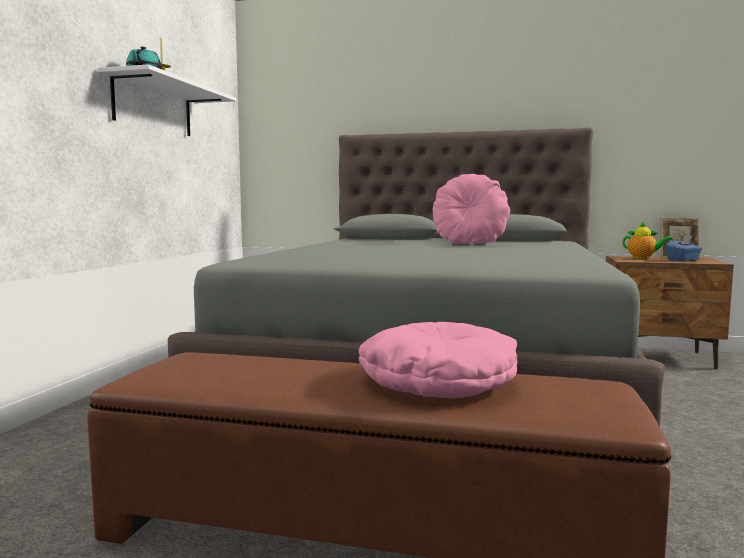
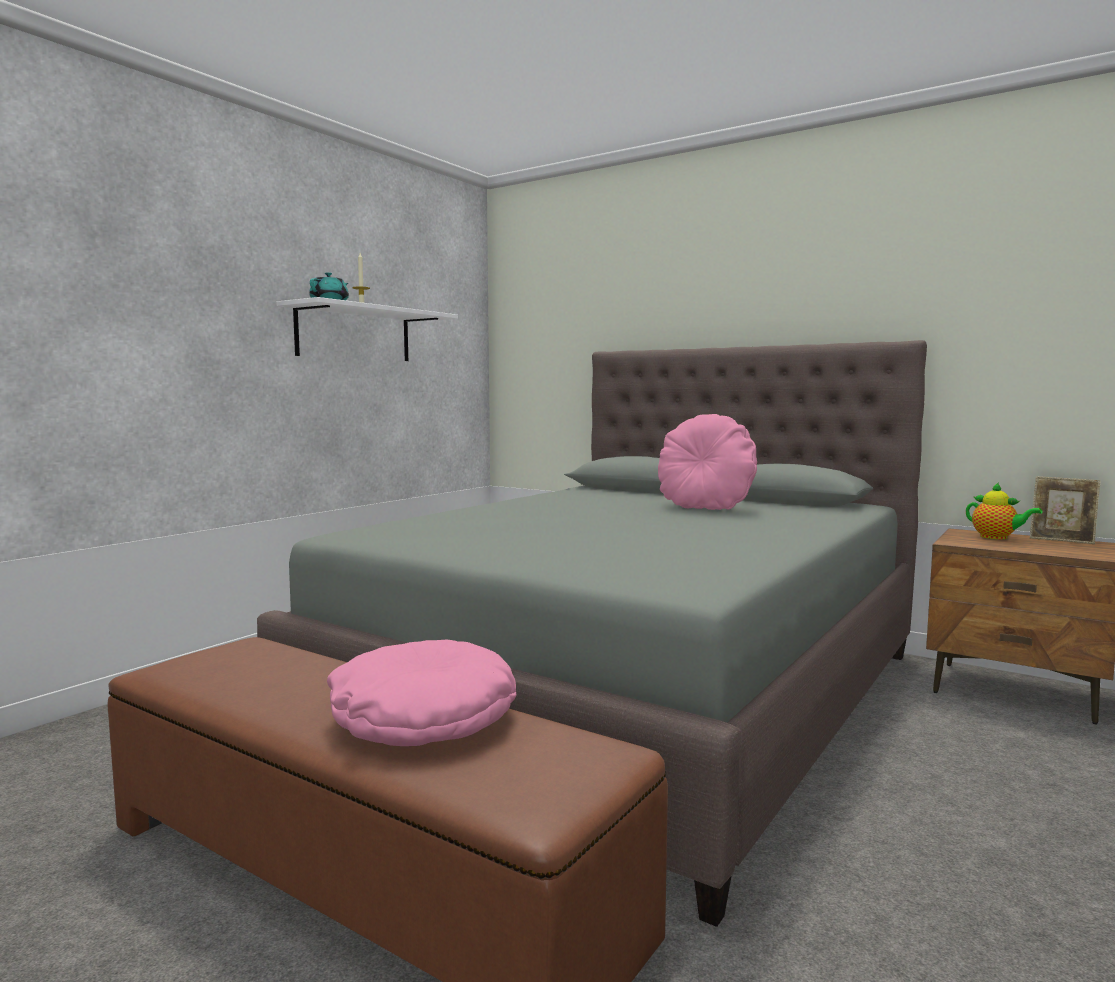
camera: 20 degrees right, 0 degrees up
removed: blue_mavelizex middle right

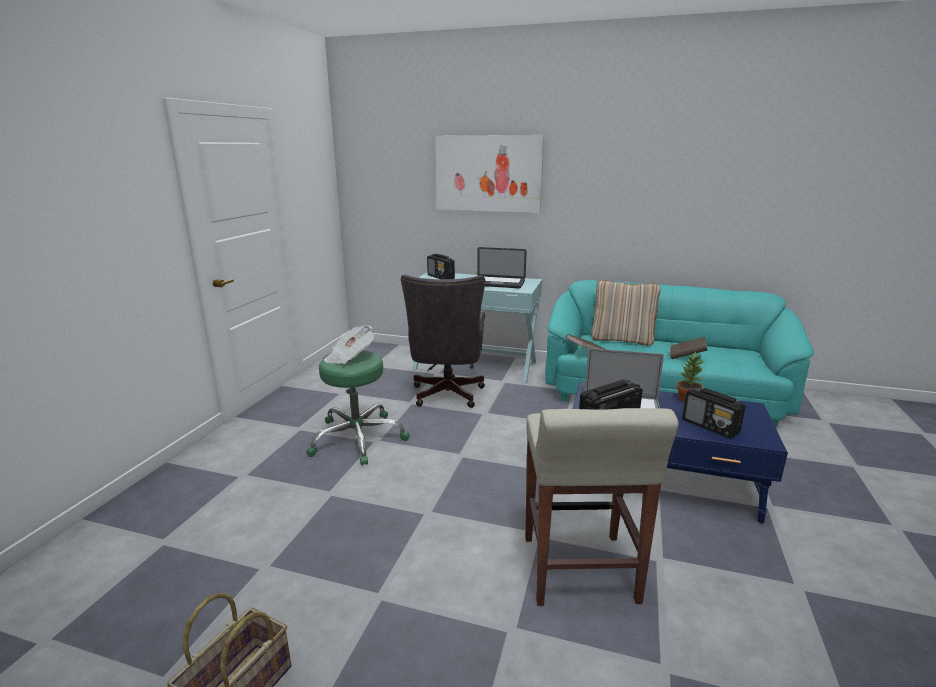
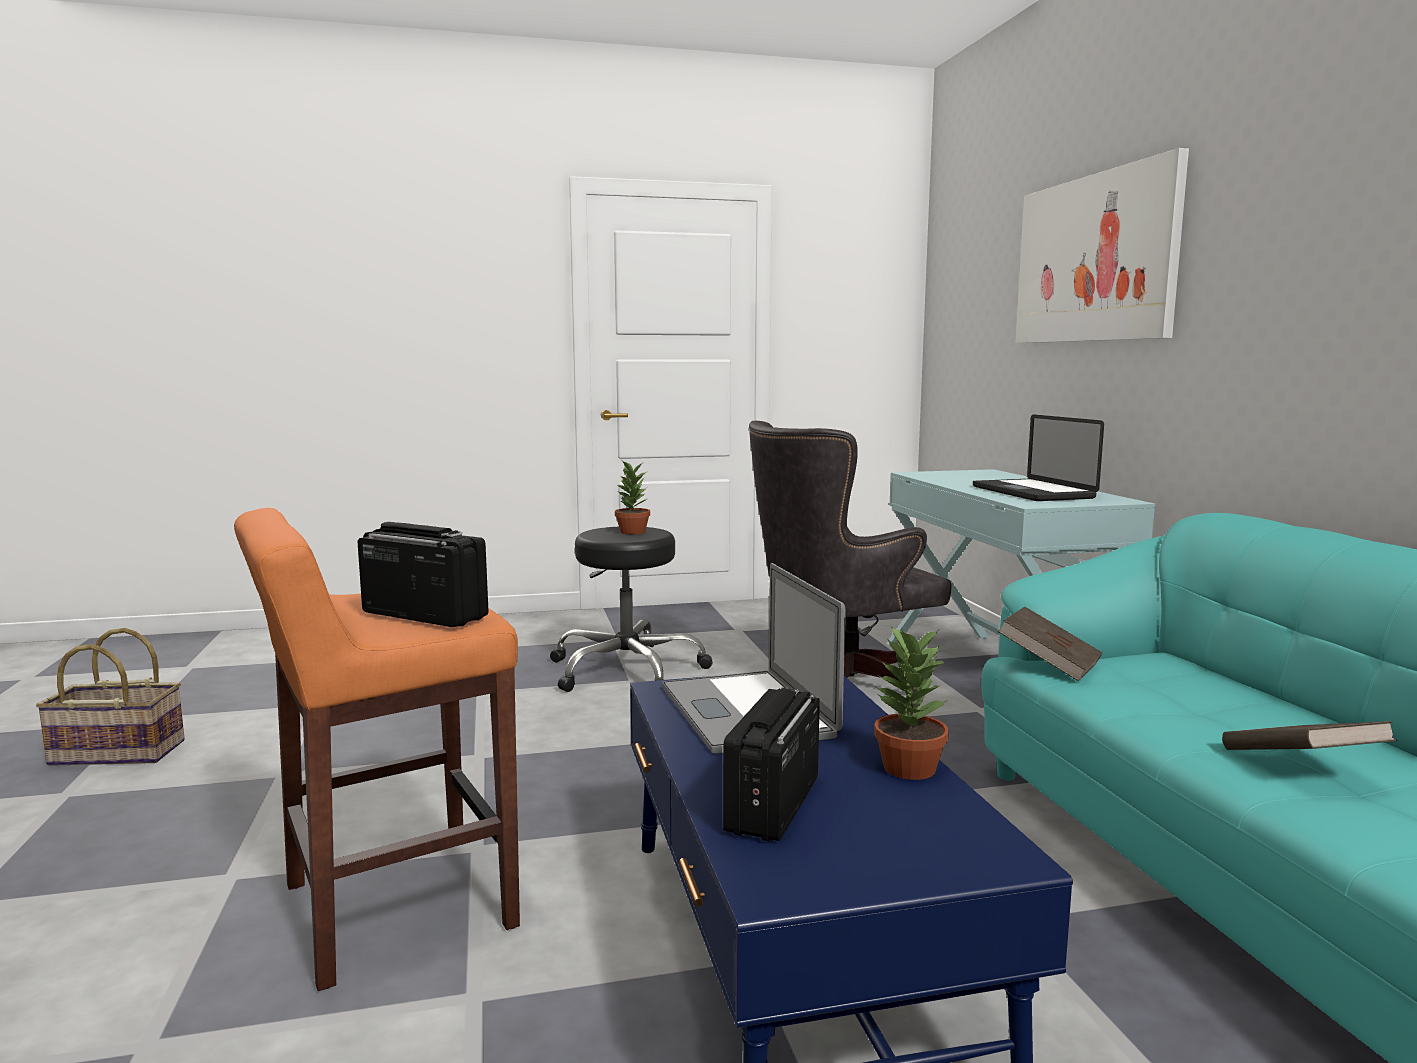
camera: 60 degrees right, 10 degrees down
removed: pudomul (1st from left) centre; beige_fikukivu middle right
replaced: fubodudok centre to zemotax (1st from left) centre
recoloured: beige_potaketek bottom centre to orange_potaketek bottom left; green_potaketek centre to black_potaketek centre

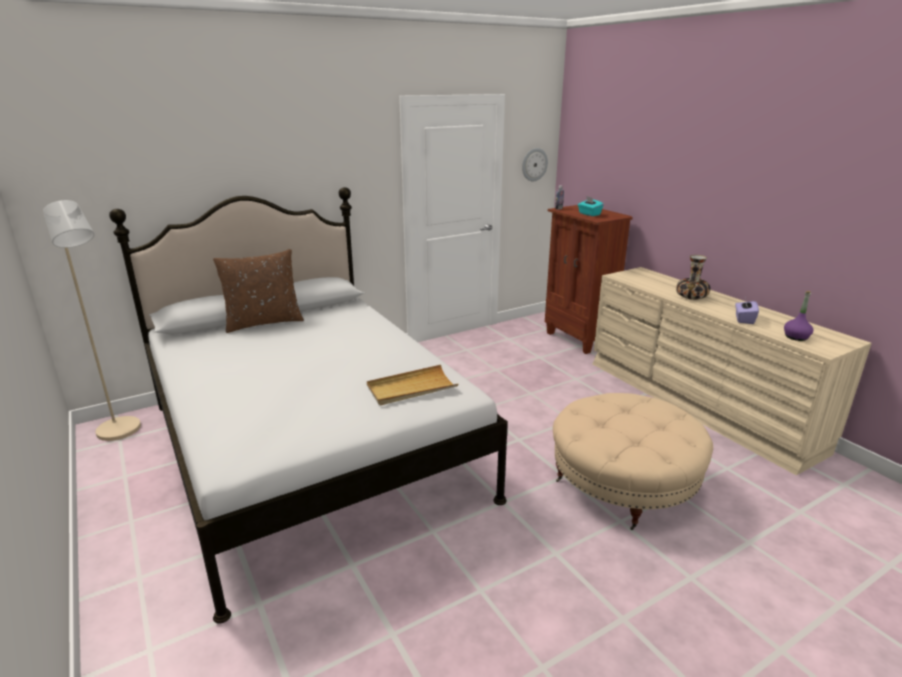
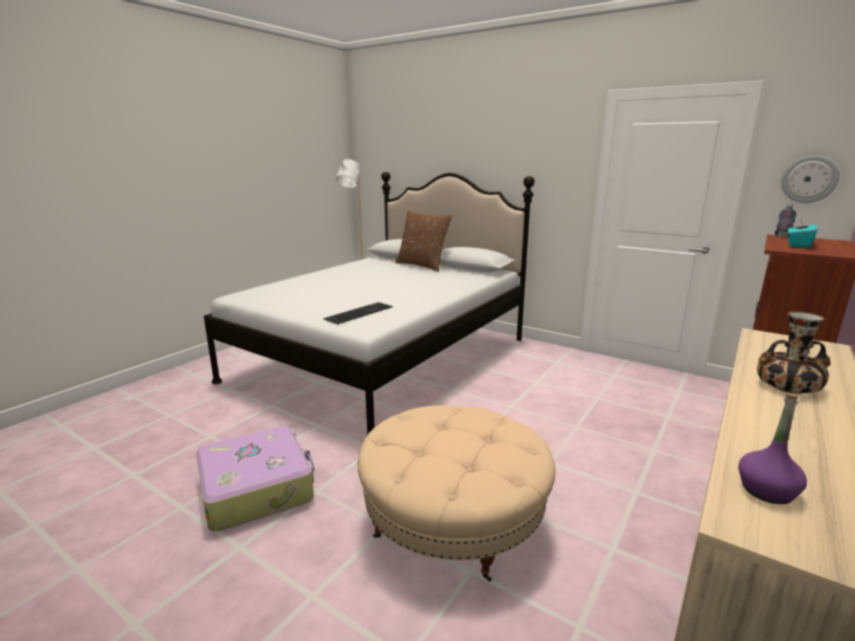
camera: 65 degrees right, 5 degrees down
removed: purple_mavelizex middle right
added: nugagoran bottom left
replaced: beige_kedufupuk centre to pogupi centre

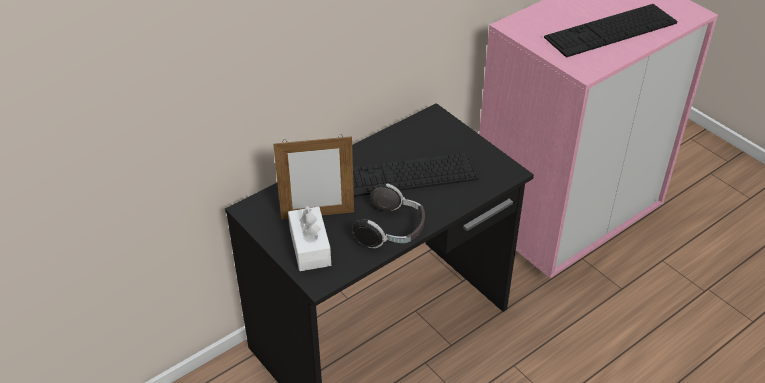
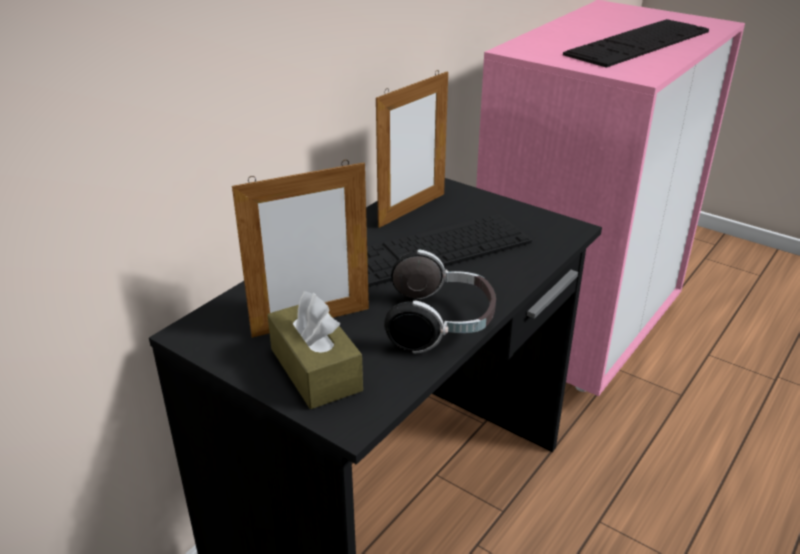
camera: 15 degrees left, 10 degrees down
added: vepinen (2nd from left) top centre
recoloured: white_mavelizex centre to brown_mavelizex centre

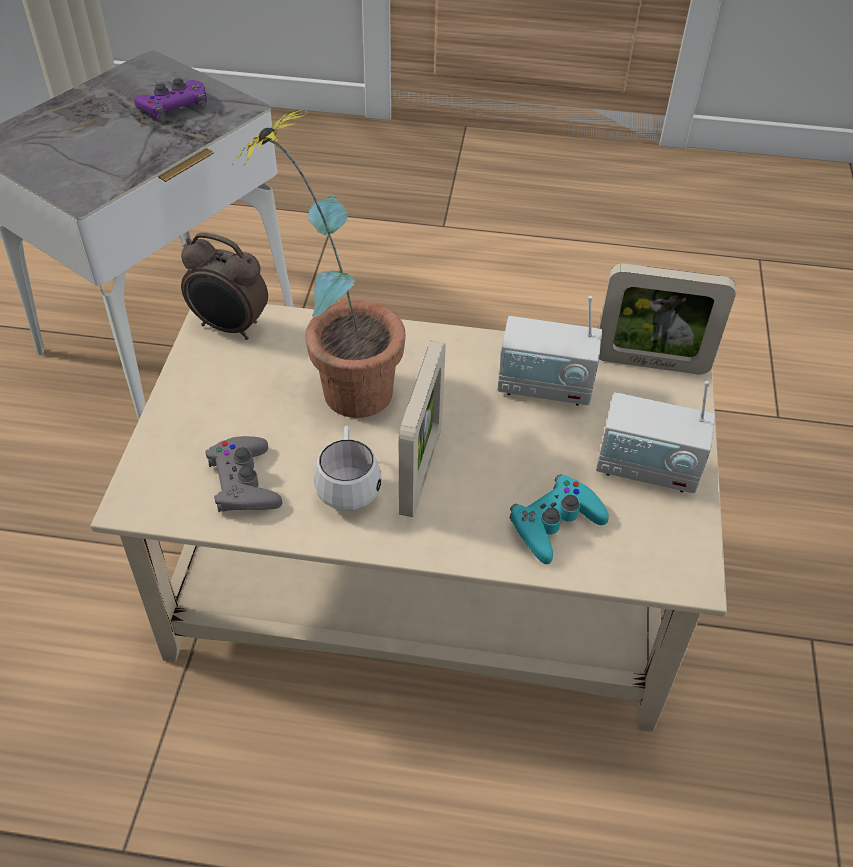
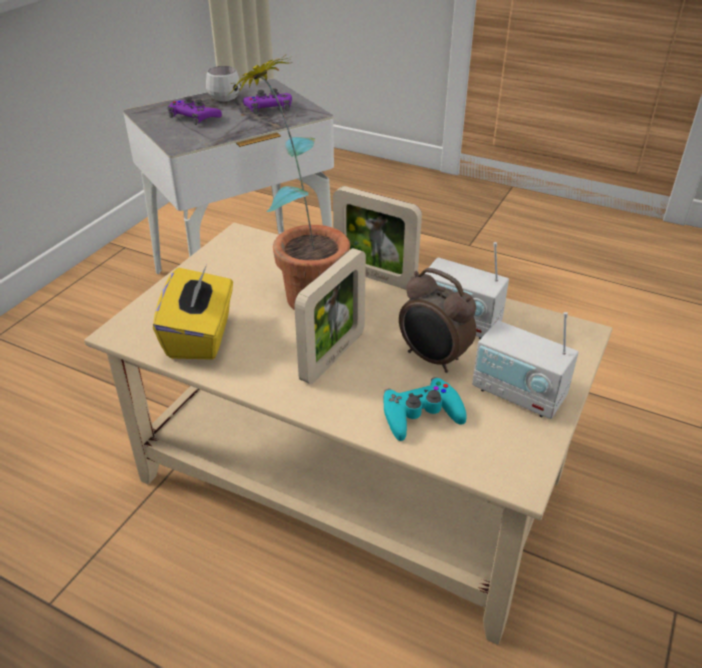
camera: 20 degrees right, 10 degrees down
added: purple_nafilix (1st from left) top left
moved: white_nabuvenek centre to top left; vepinen (2nd from left) middle right to centre; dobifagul top left to centre
replaced: grey_nafilix middle left to yellow_mavelizex middle left

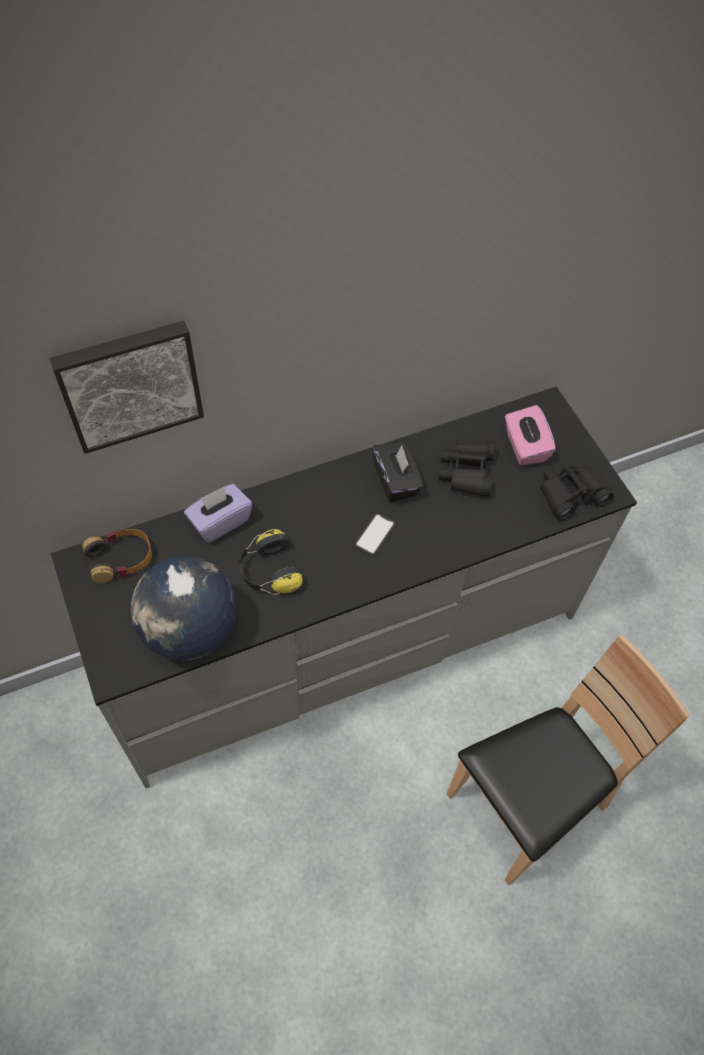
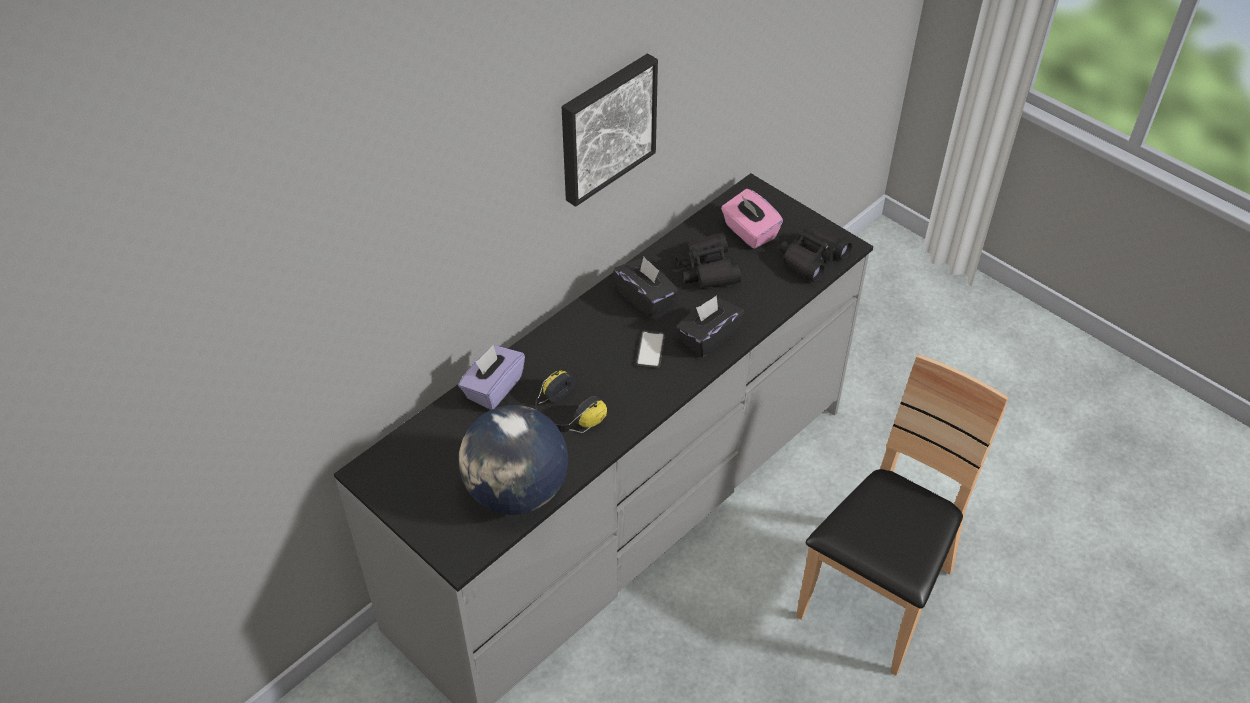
camera: 20 degrees left, 10 degrees down
removed: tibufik (1st from left) middle left
added: black_mavelizex (2nd from left) centre
moved: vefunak middle left to top centre

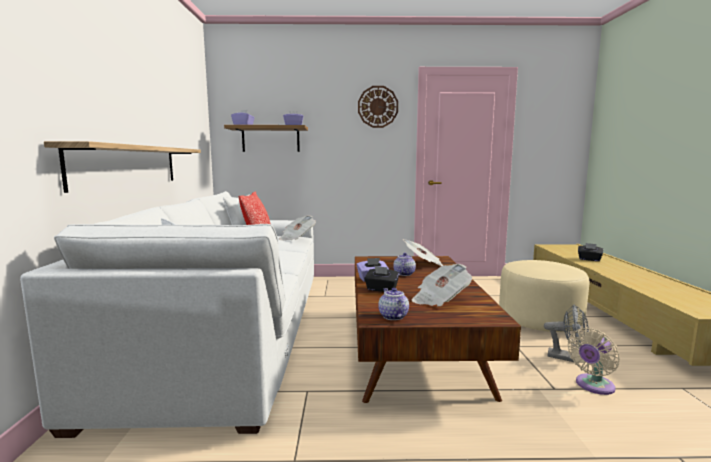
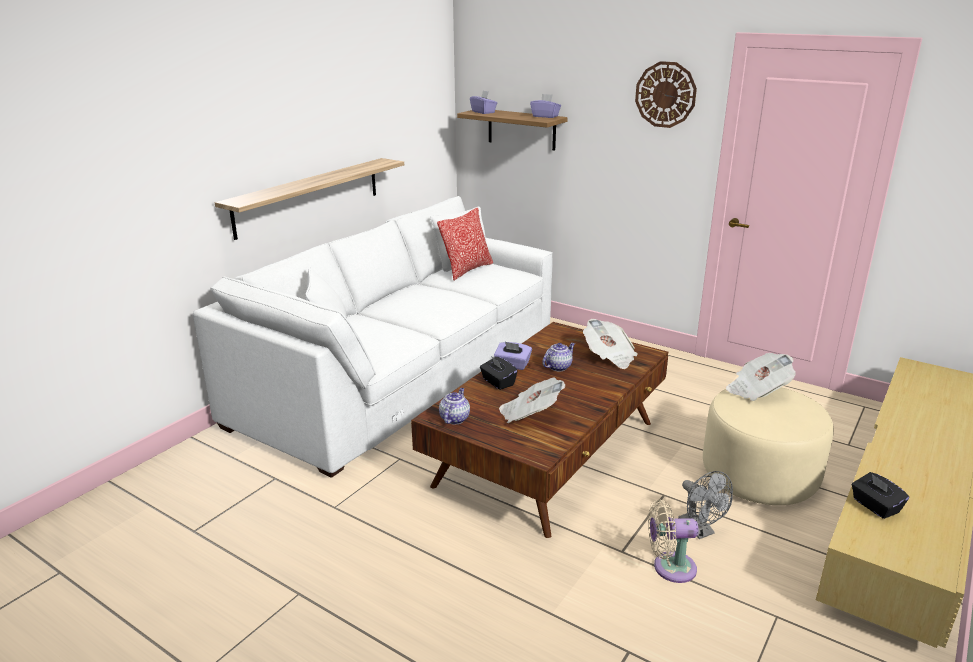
camera: 35 degrees right, 15 degrees up
moved: fubodudok (1st from left in the first image) centre to fubodudok (3rd from left) middle right; black_mavelizex (2nd from left) middle right to bottom right

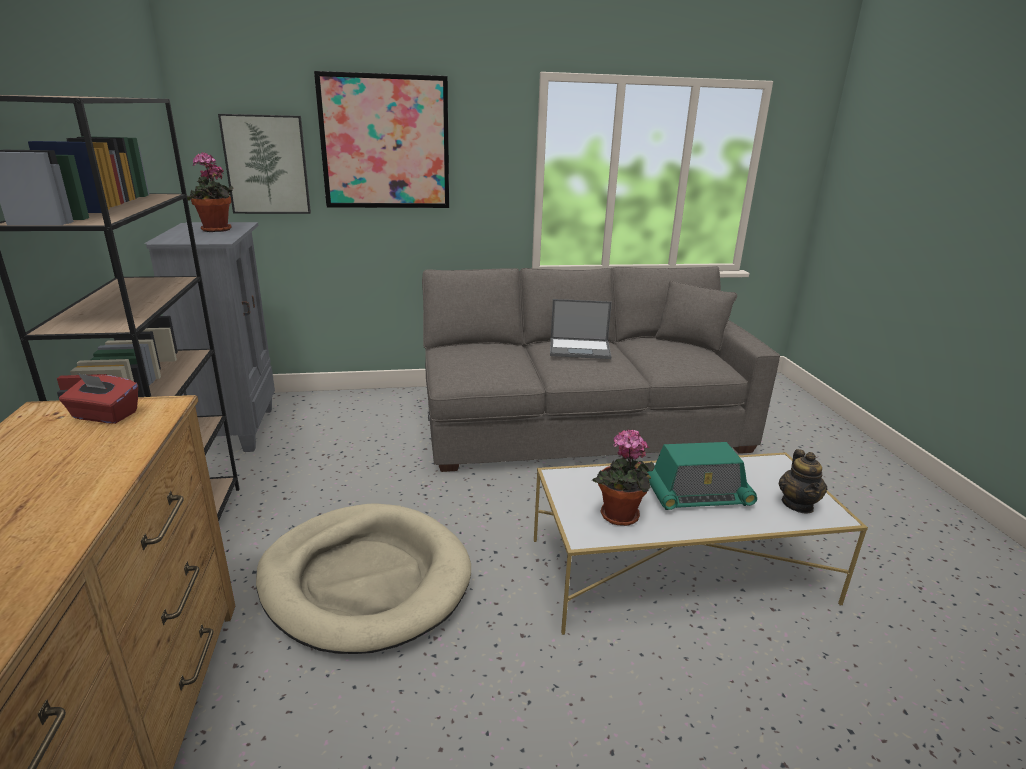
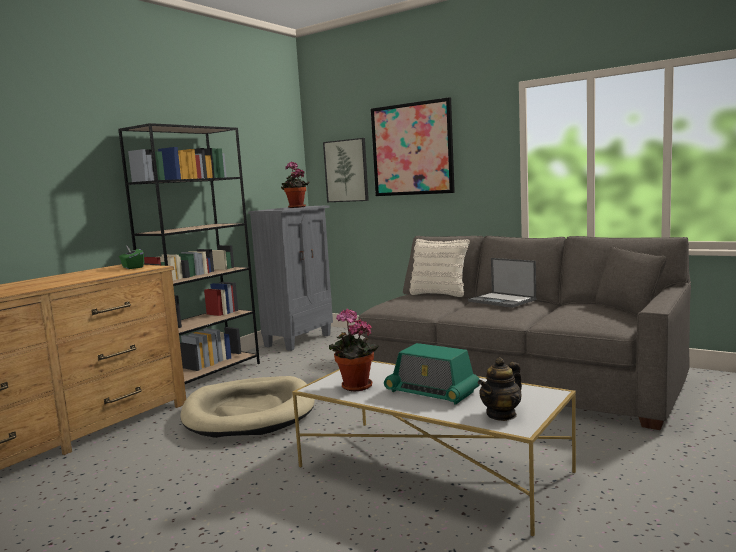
camera: 45 degrees right, 15 degrees down
added: beige_fikukivu centre
recoloured: red_mavelizex middle left to green_mavelizex middle left

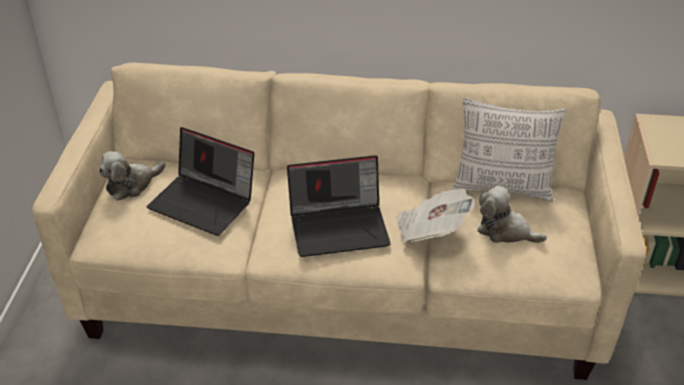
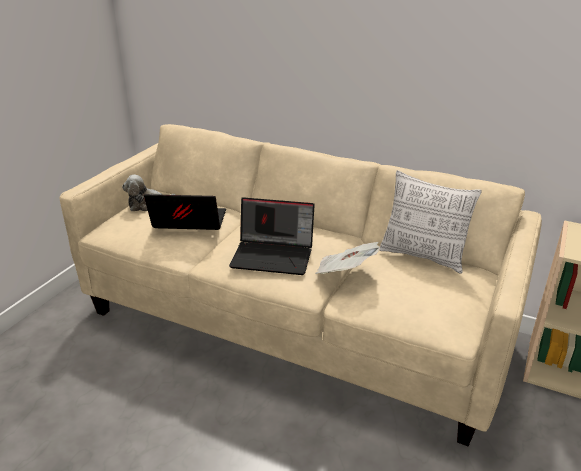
camera: 20 degrees right, 10 degrees down
removed: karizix (2nd from left) middle right
turned: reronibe (1st from left) middle left = middle left 135 degrees clockwise

